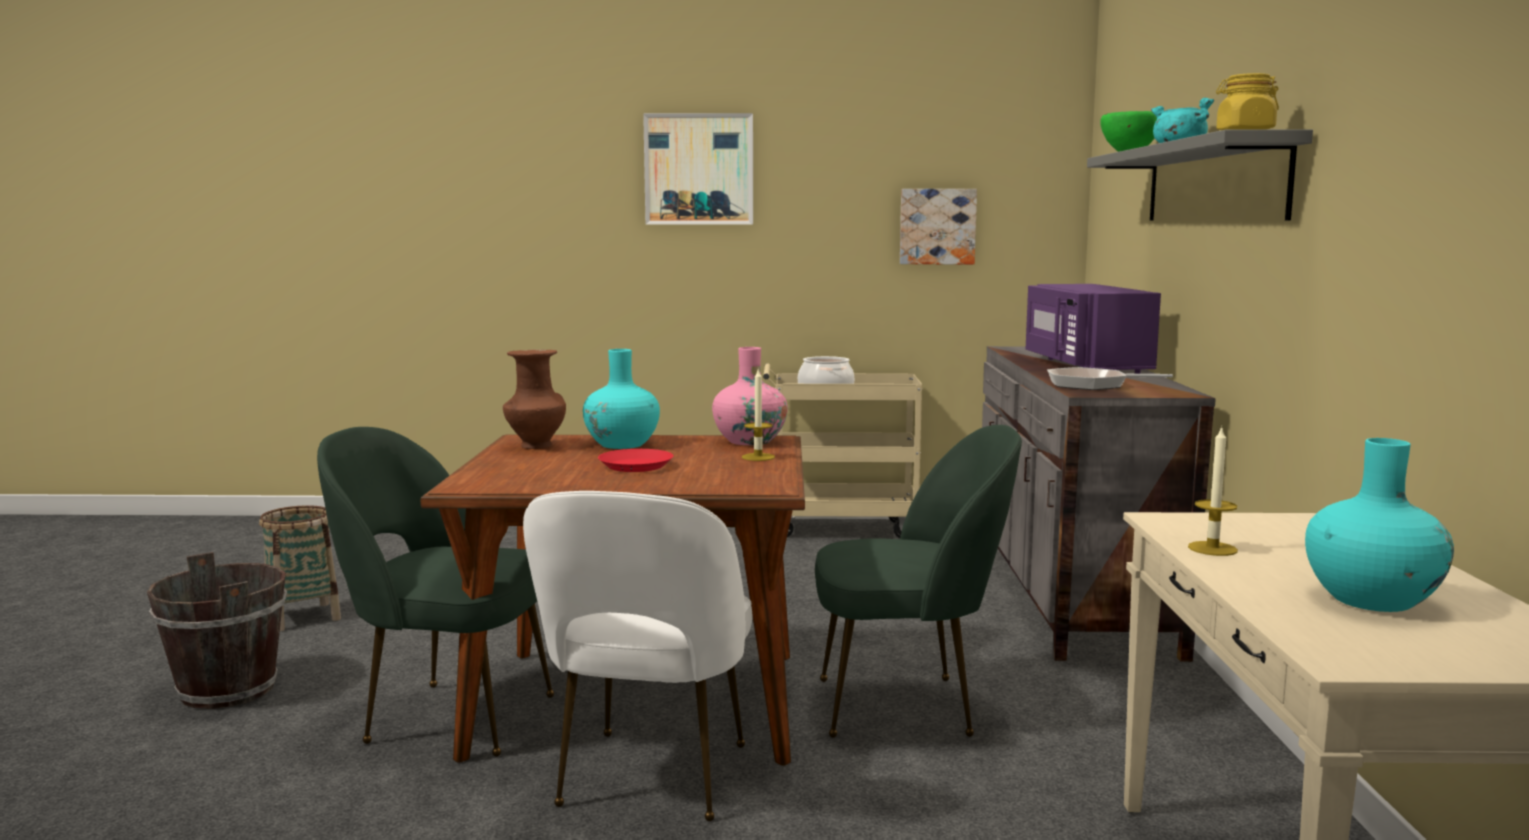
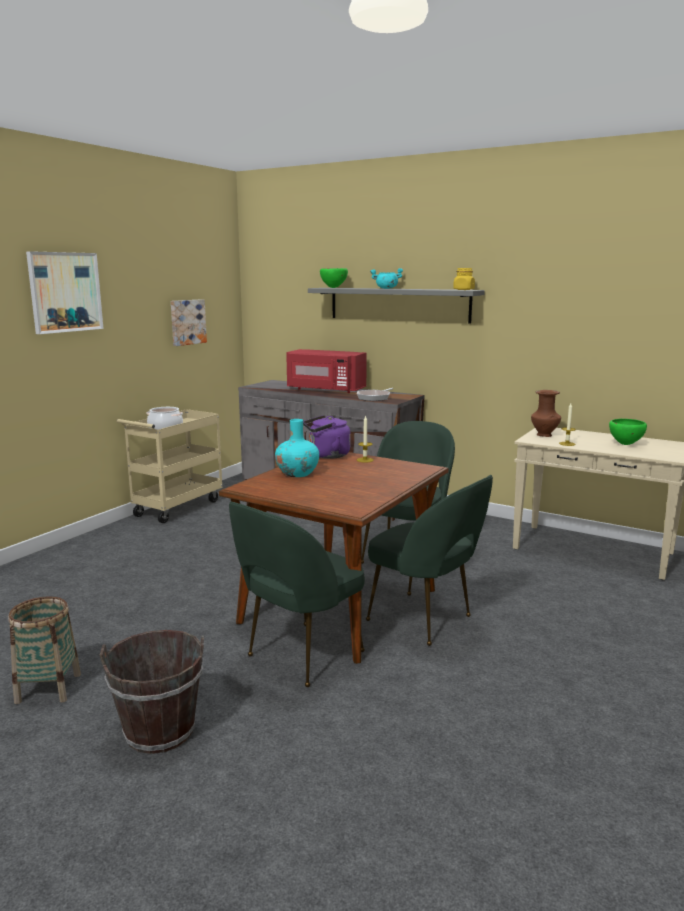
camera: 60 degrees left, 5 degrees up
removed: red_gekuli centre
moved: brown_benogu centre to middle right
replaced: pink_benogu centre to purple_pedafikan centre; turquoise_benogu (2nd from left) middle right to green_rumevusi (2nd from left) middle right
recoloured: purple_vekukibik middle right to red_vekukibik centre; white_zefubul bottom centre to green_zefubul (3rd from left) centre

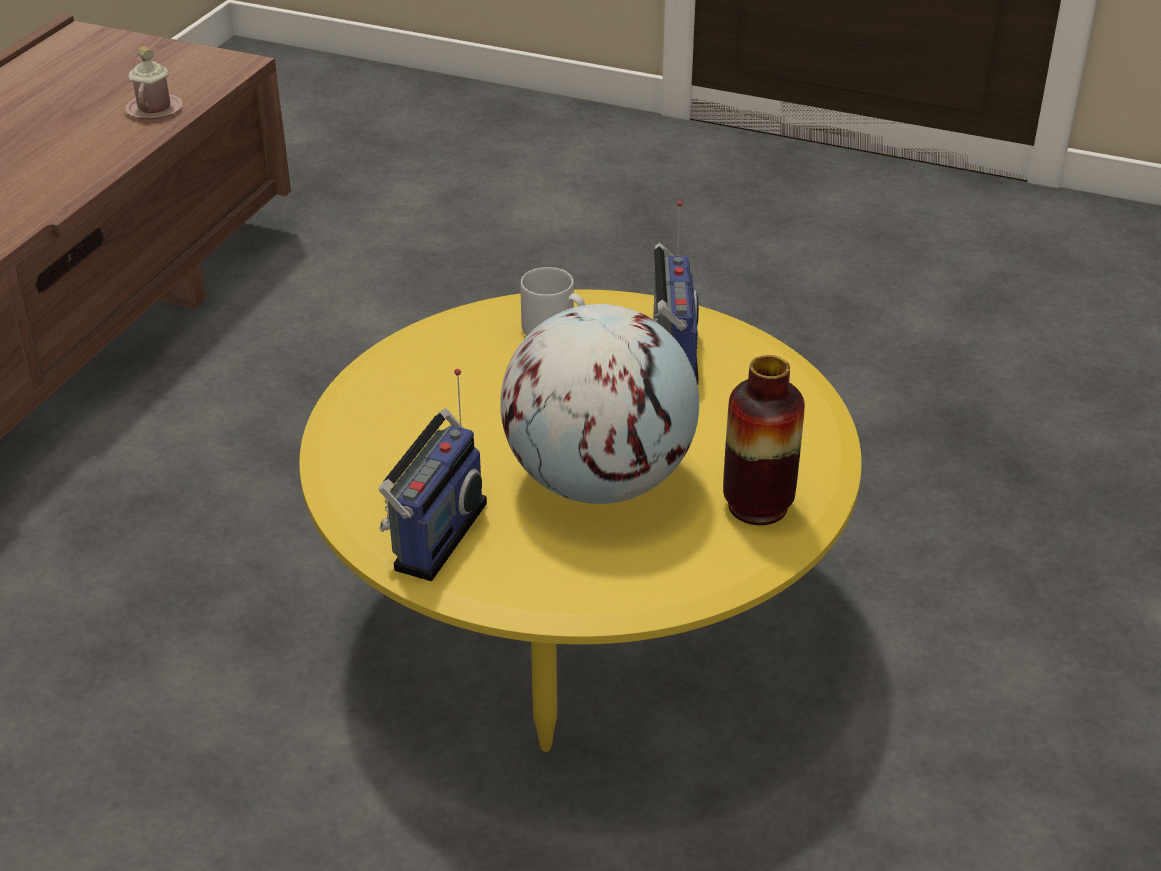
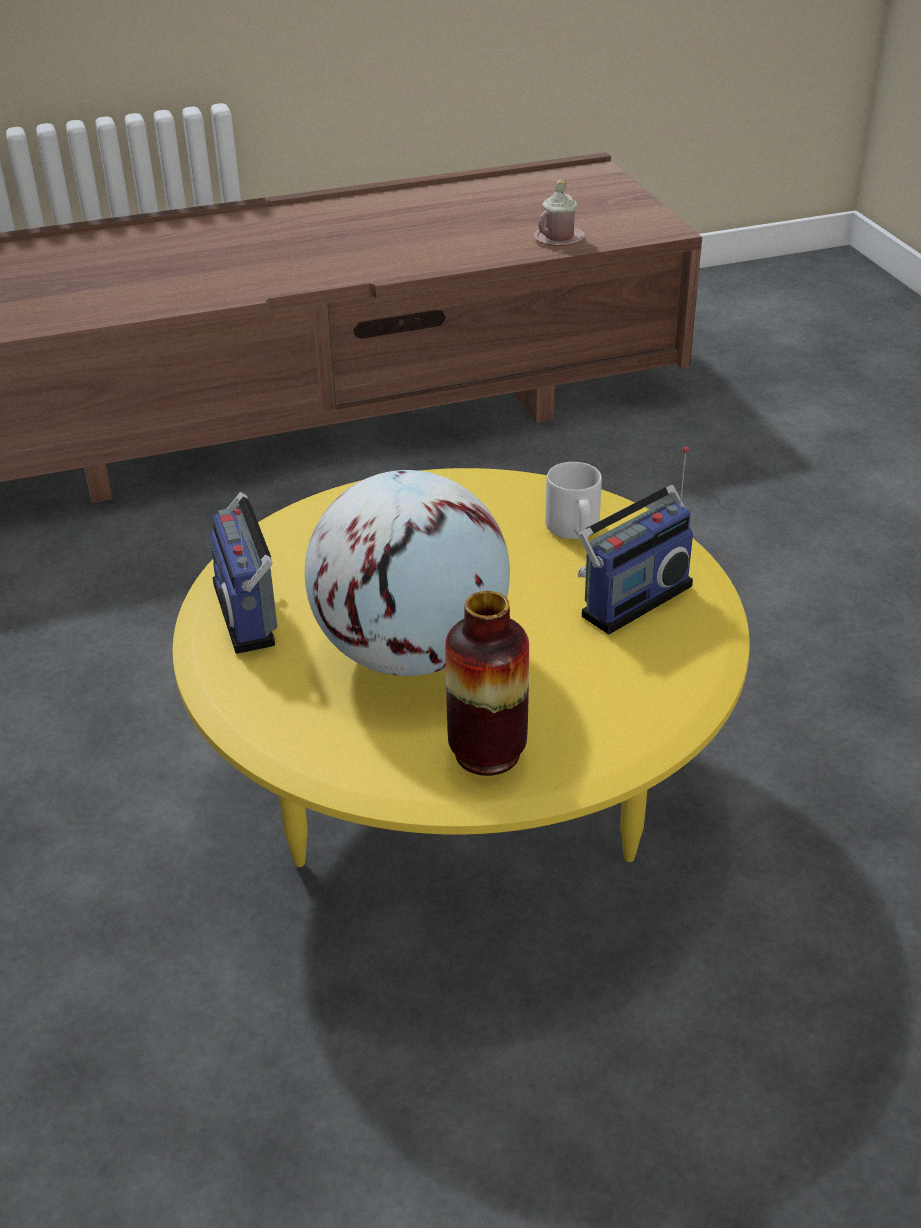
camera: 50 degrees right, 0 degrees up
turned: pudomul (1st from left) centre = middle left 90 degrees clockwise

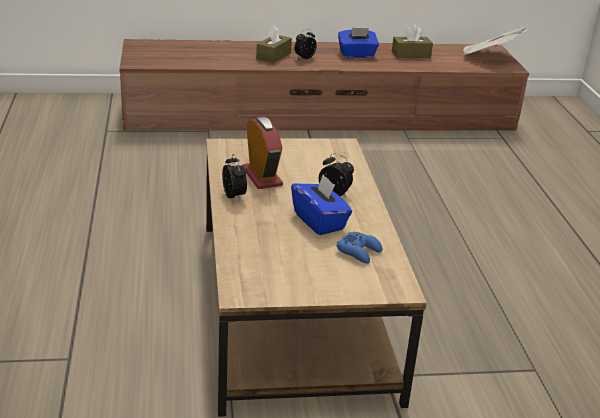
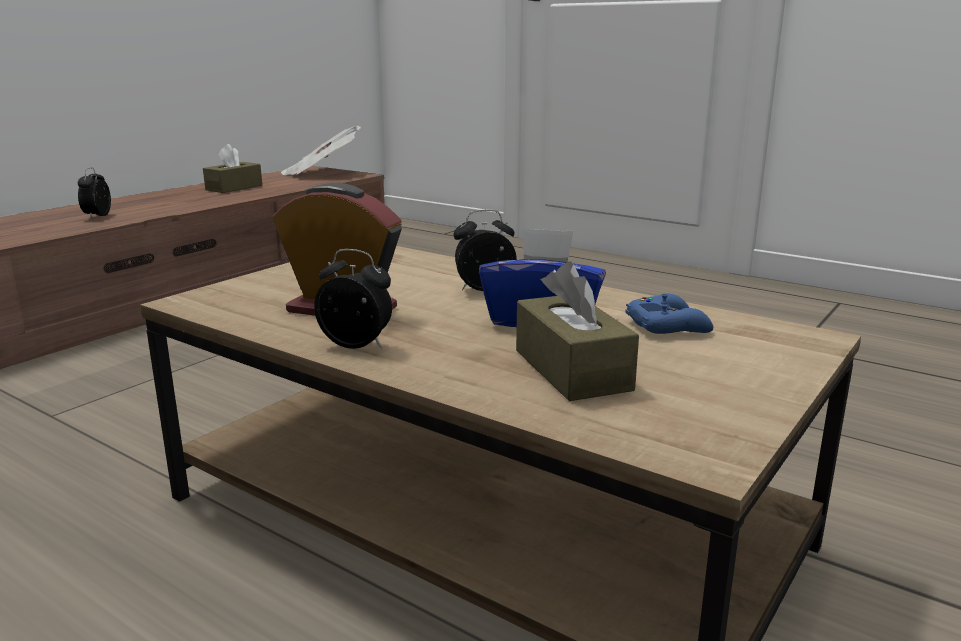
camera: 45 degrees left, 10 degrees down
removed: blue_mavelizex (2nd from left) top centre
moved: brown_mavelizex (1st from left in the first image) top centre to brown_mavelizex (2nd from left) centre

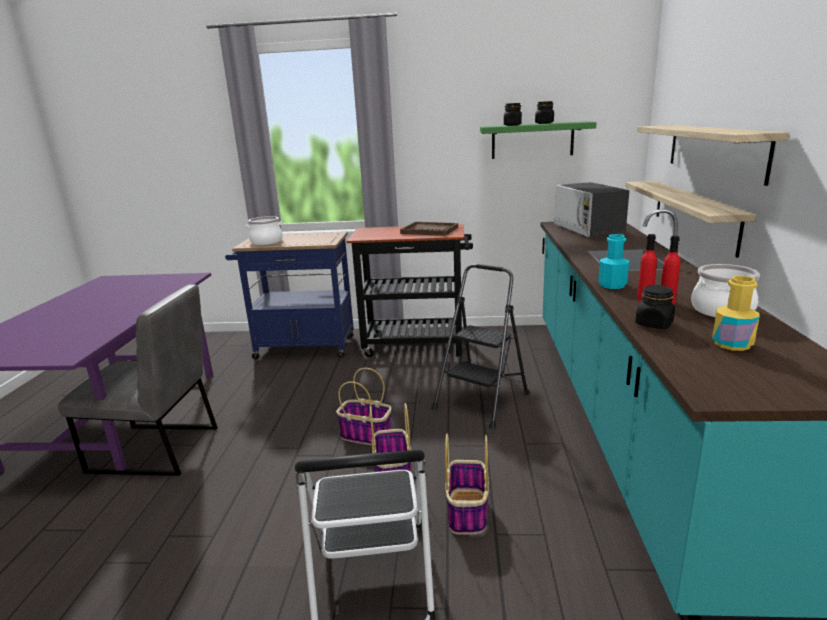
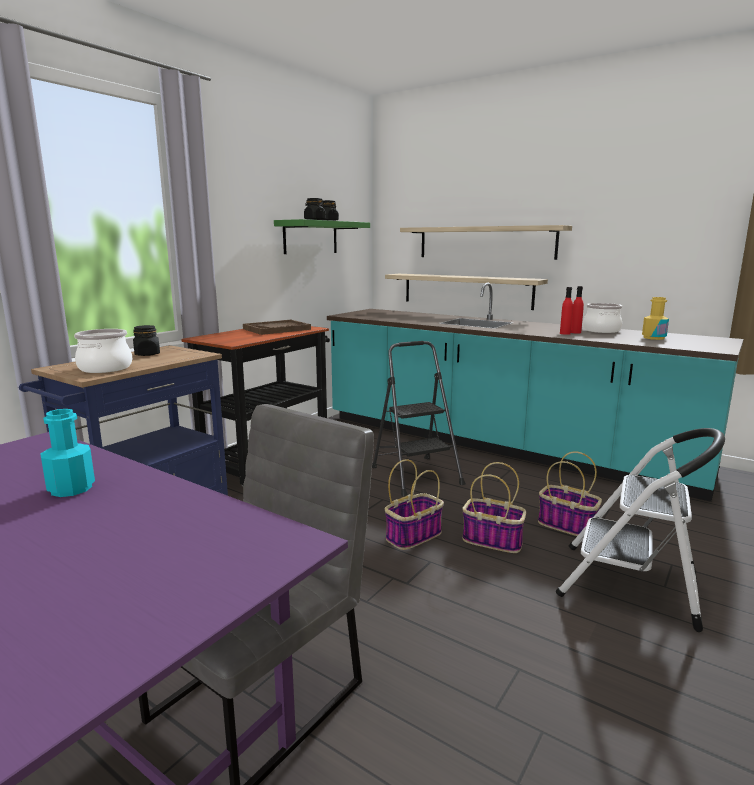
camera: 60 degrees left, 5 degrees down
removed: vekukibik middle right
moved: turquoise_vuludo middle right to middle left; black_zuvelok (3rd from left in the first image) middle right to black_zuvelok (1st from left) middle left

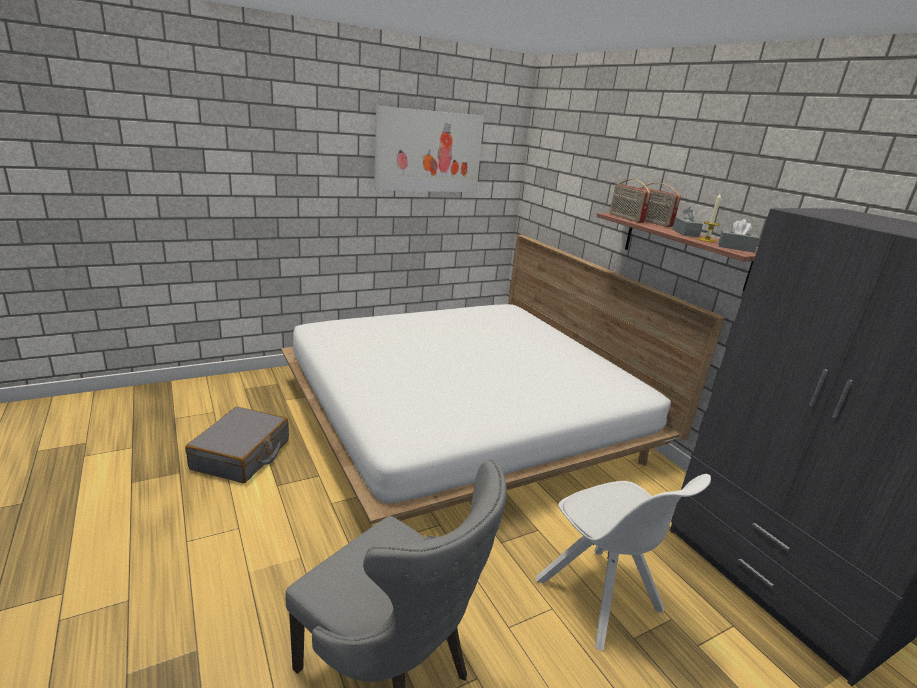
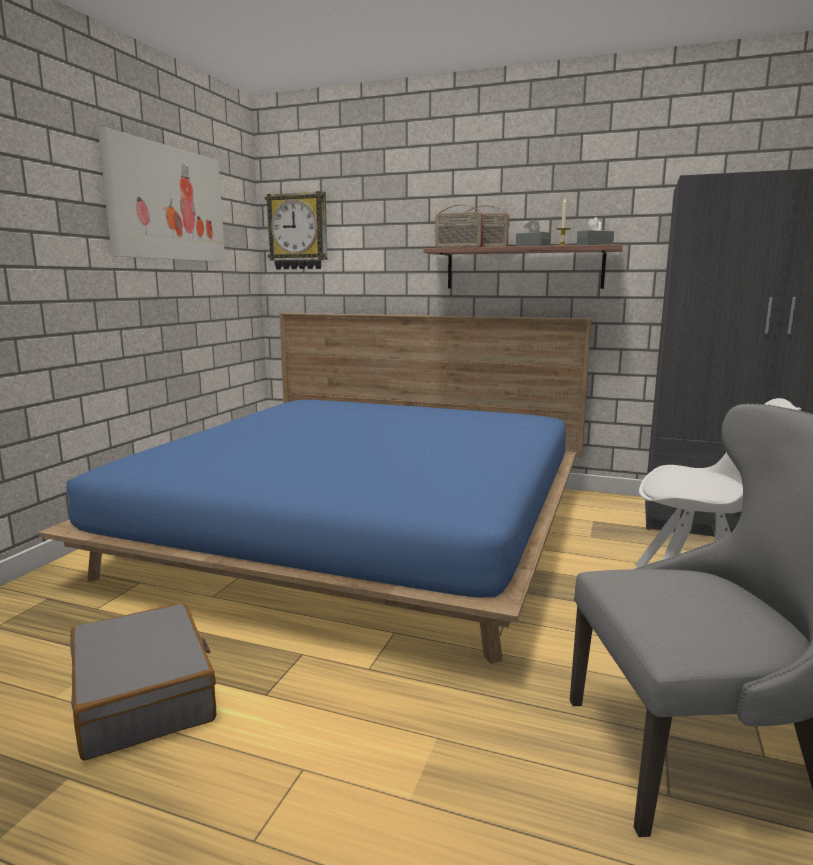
camera: 40 degrees left, 10 degrees down
added: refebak top centre
recoloured: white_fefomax centre to blue_fefomax centre

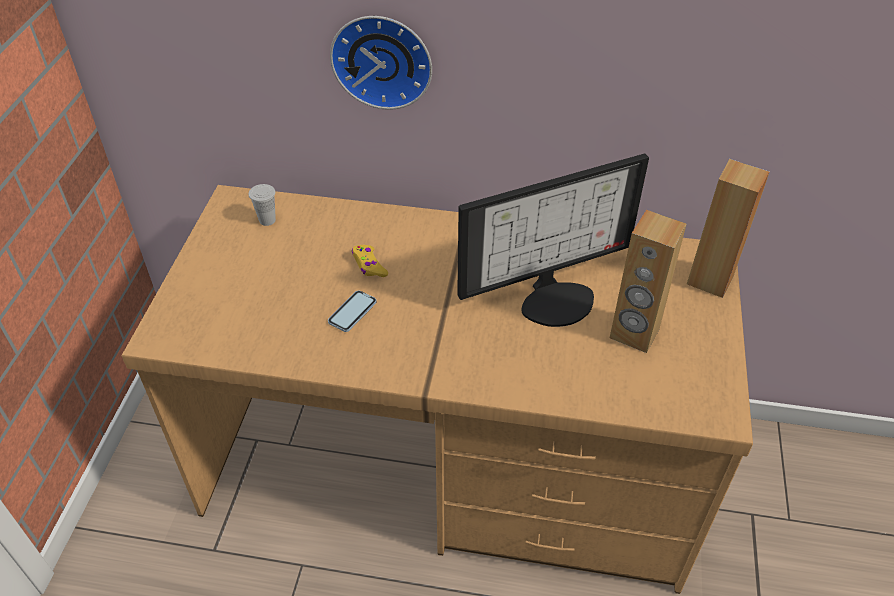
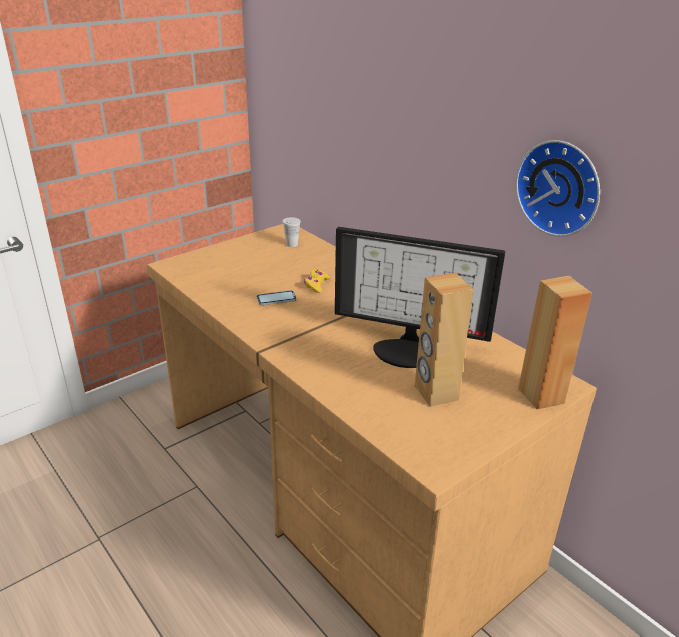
camera: 40 degrees right, 15 degrees down
moved: refebak top centre to top right

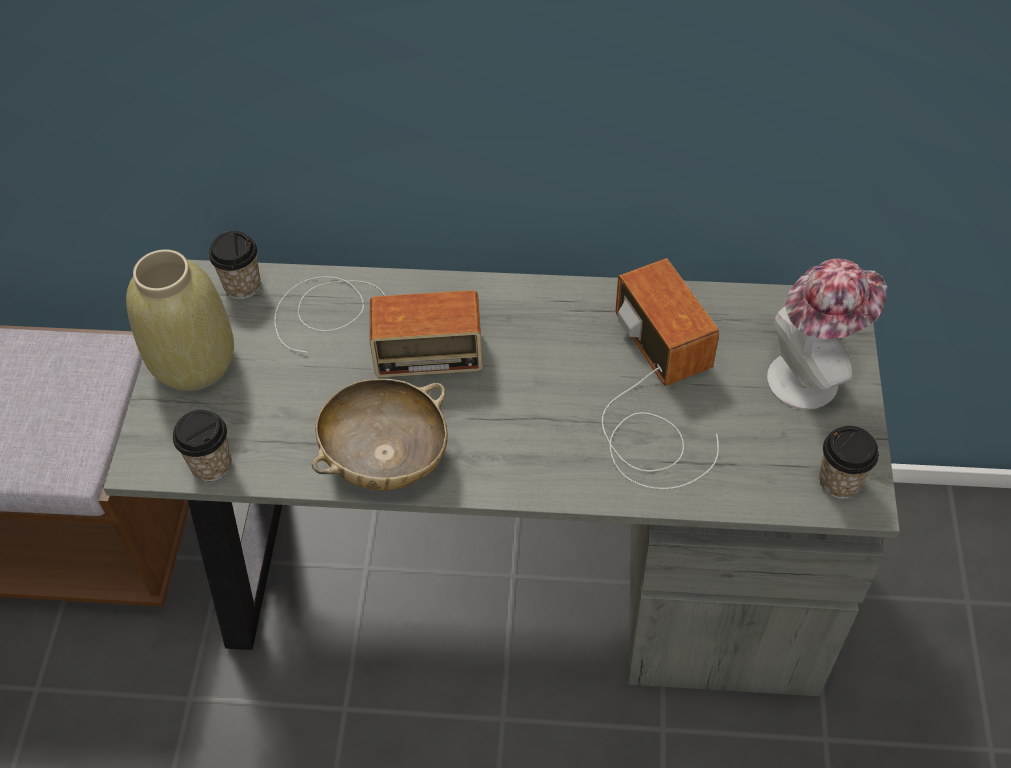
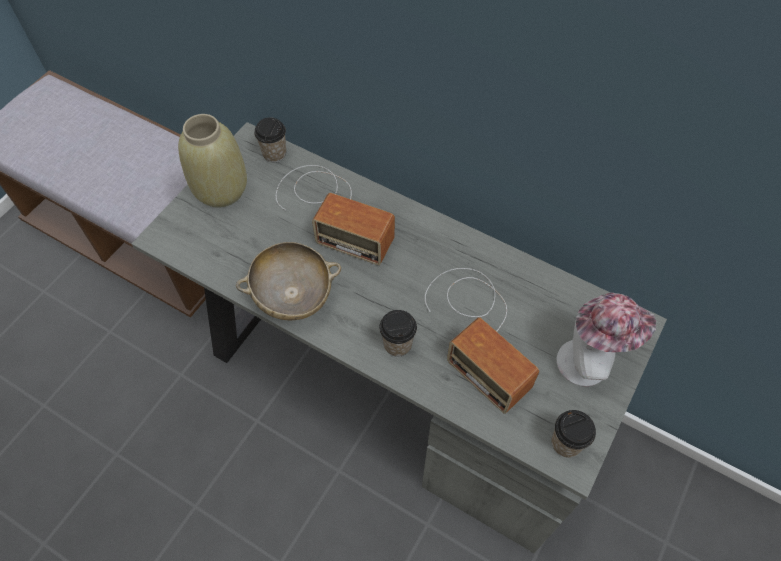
camera: 25 degrees right, 5 degrees up
moved: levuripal (1st from left in the first image) middle left to levuripal (2nd from left) centre
turned: pudomul (2nd from left) centre = centre 135 degrees clockwise

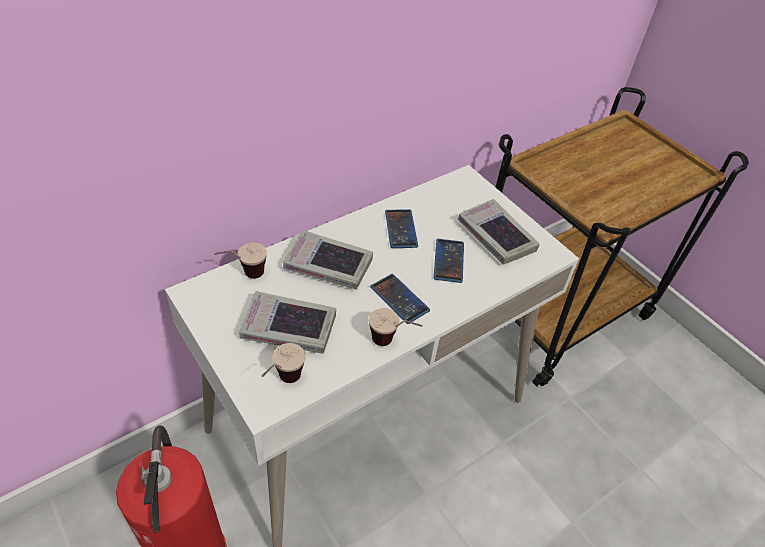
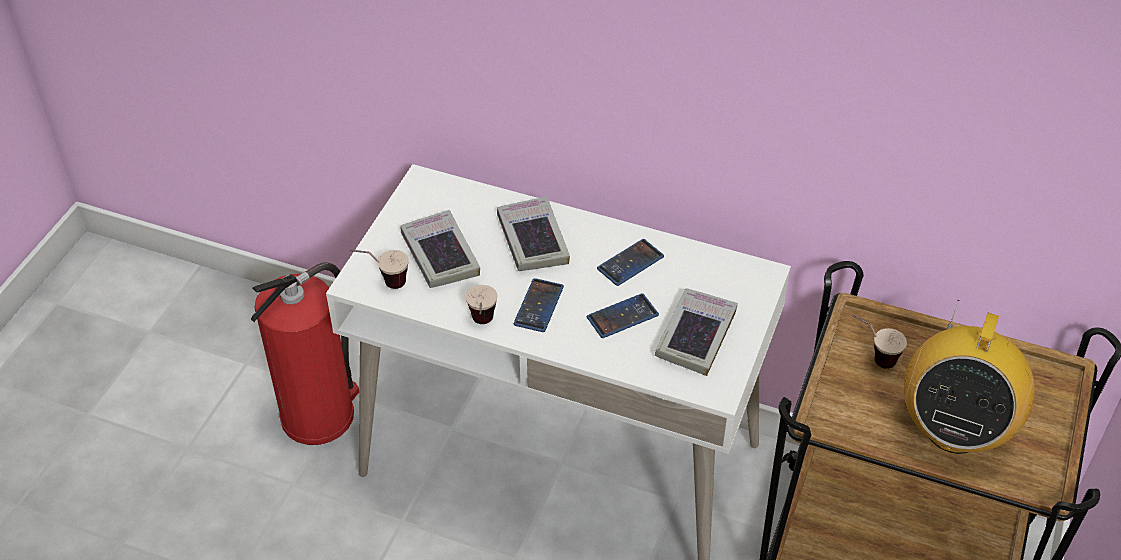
camera: 60 degrees right, 0 degrees up
added: pudomul bottom right
moved: levuripal (1st from left in the first image) middle left to levuripal (3rd from left) middle right

